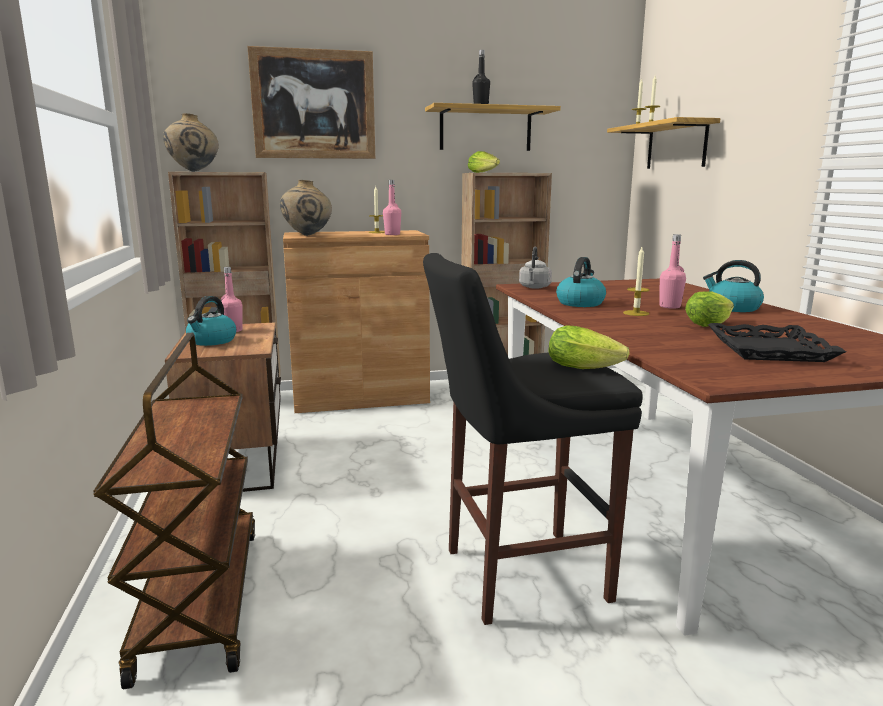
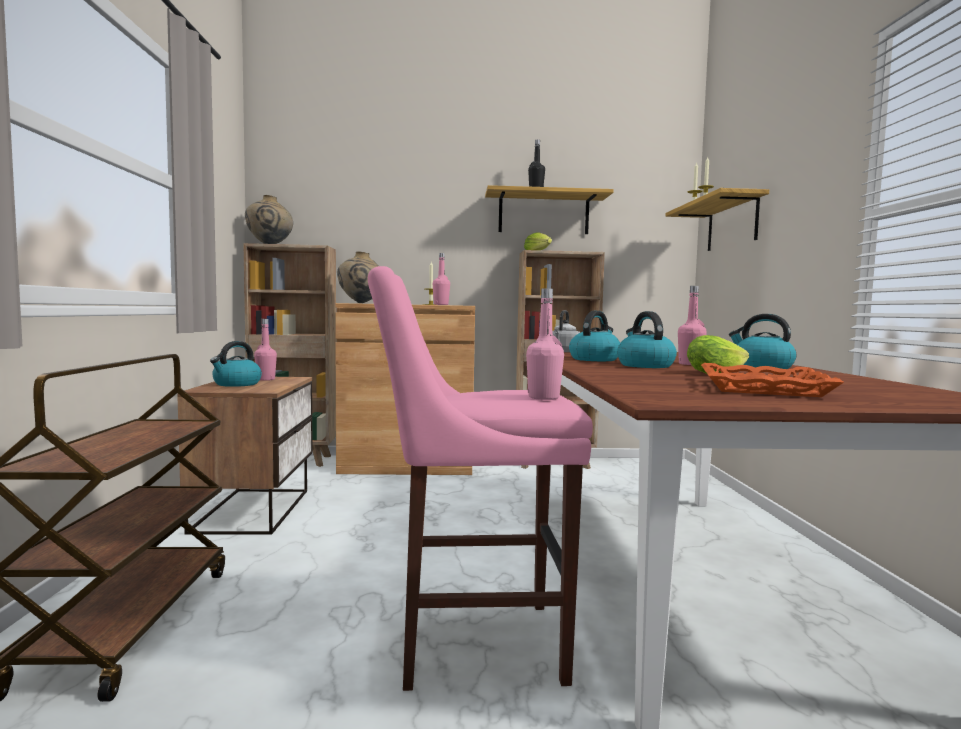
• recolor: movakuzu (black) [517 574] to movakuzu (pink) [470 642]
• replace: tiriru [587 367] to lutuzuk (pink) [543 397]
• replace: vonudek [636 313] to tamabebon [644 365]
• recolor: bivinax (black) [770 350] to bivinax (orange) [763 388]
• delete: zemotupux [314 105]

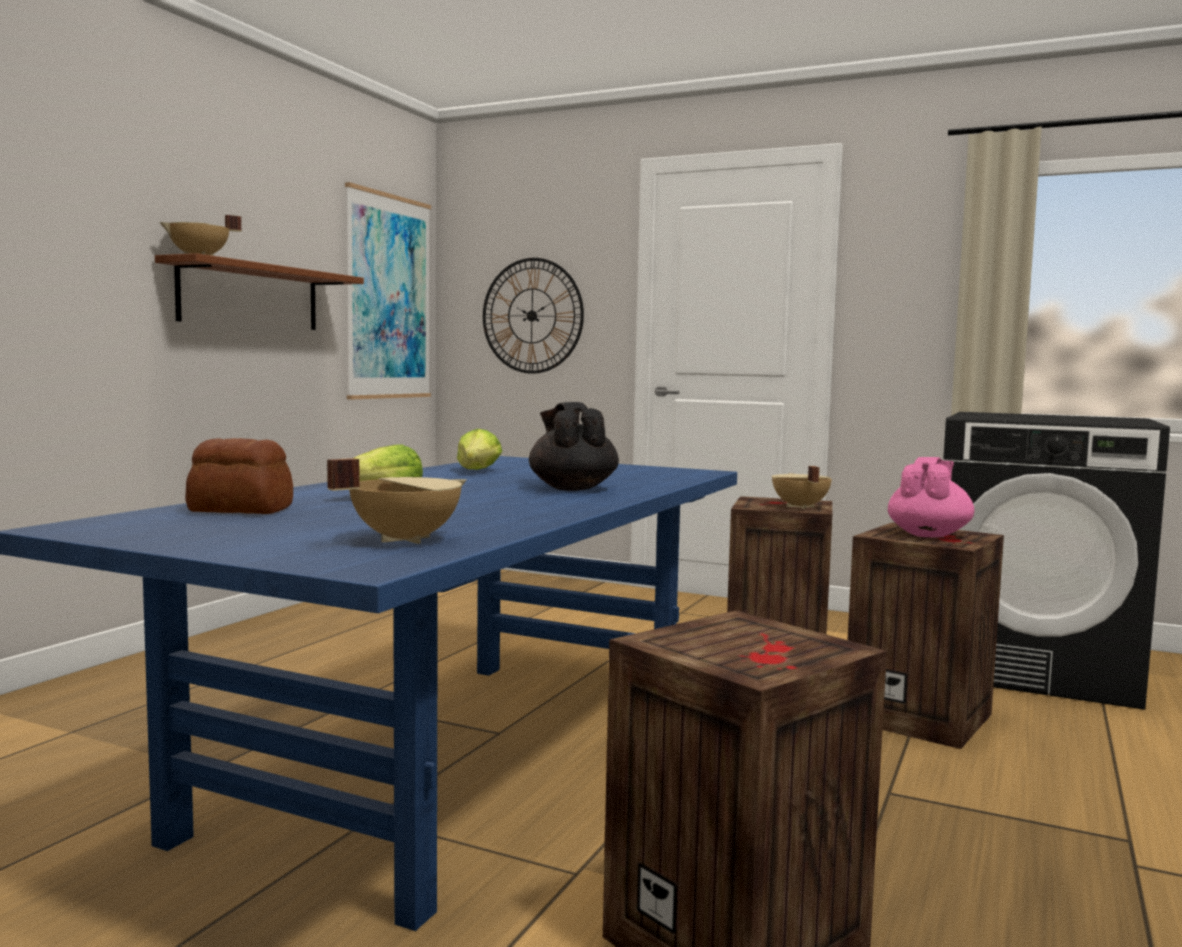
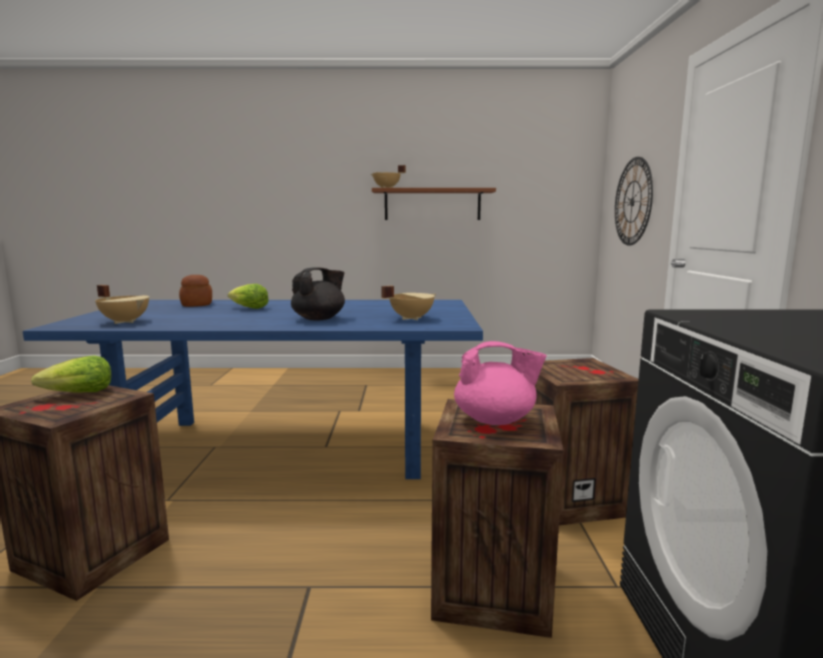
• move: tiriru [478 471] to [78 394]
• move: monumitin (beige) [799 507] to [411 318]
• delete: zemotupux [388 297]

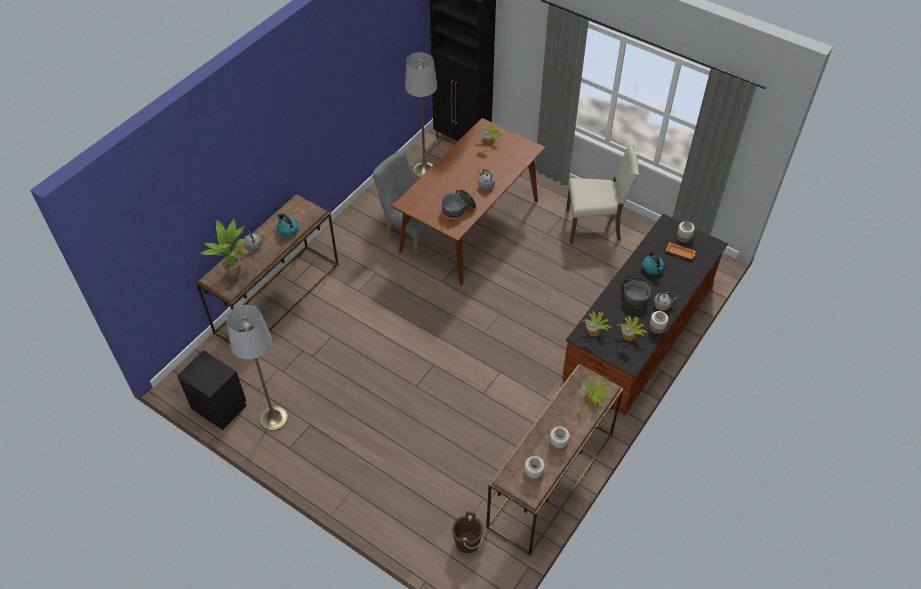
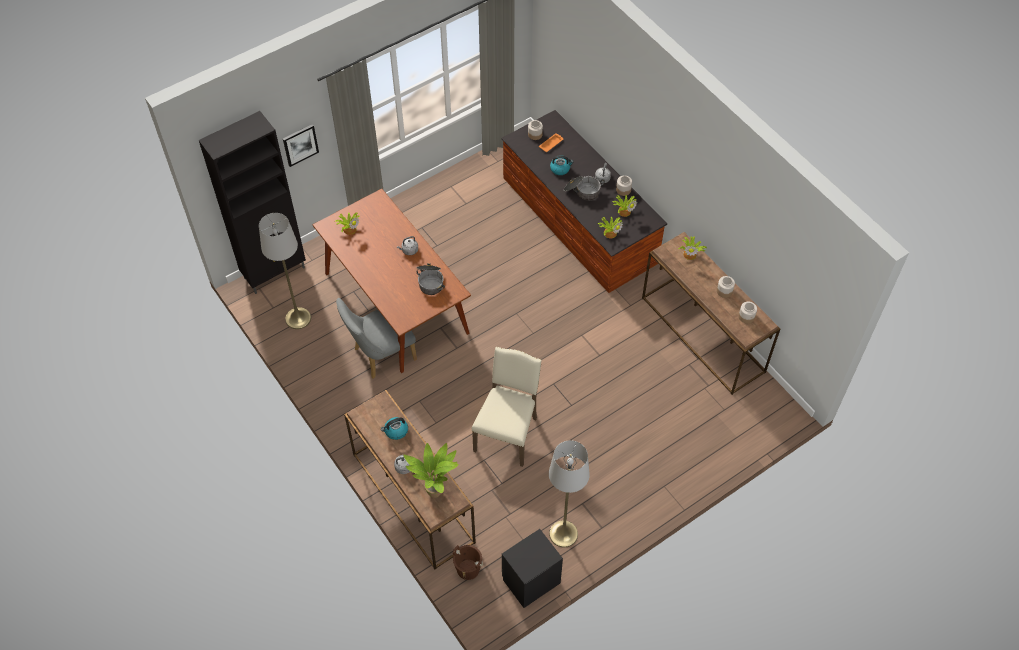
• insert: zemotupux [300 144]
• move: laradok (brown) [467 541] to [468 569]
• move: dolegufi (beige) [594 226] to [507 433]

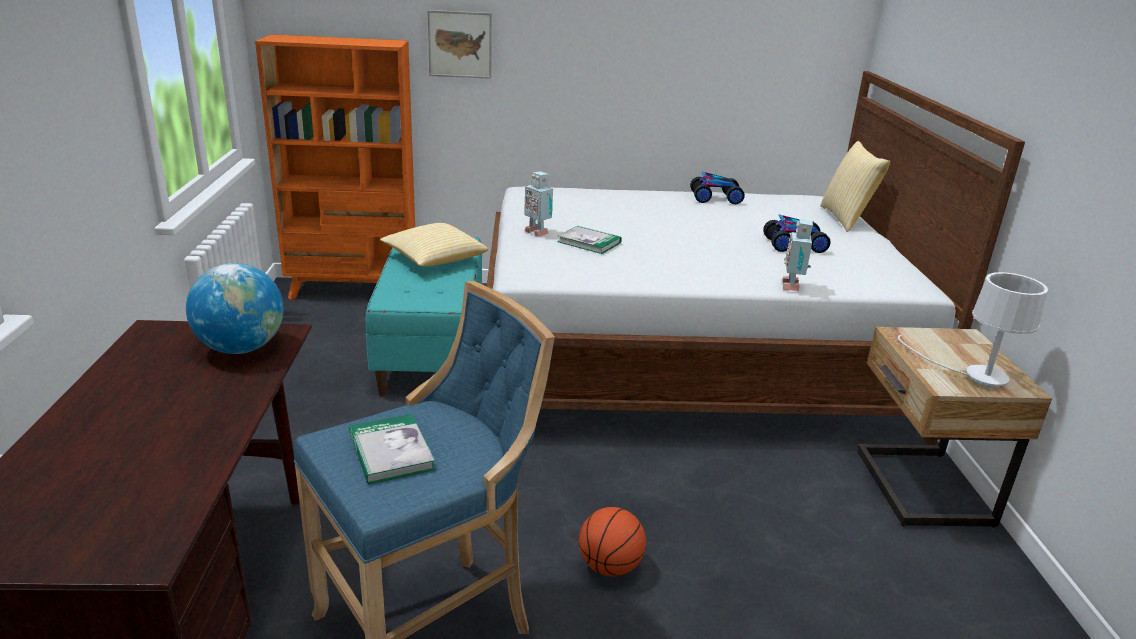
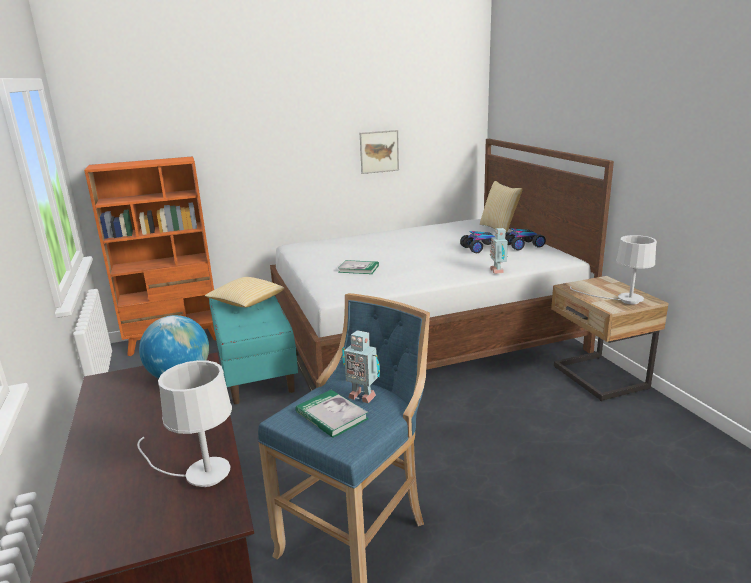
• insert: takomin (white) [197 474]
• move: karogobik [537 232] to [362 396]
• move: zemotupux [460 44] to [379 151]
• move: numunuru [715 198] to [523 245]
• delete: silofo [610 567]

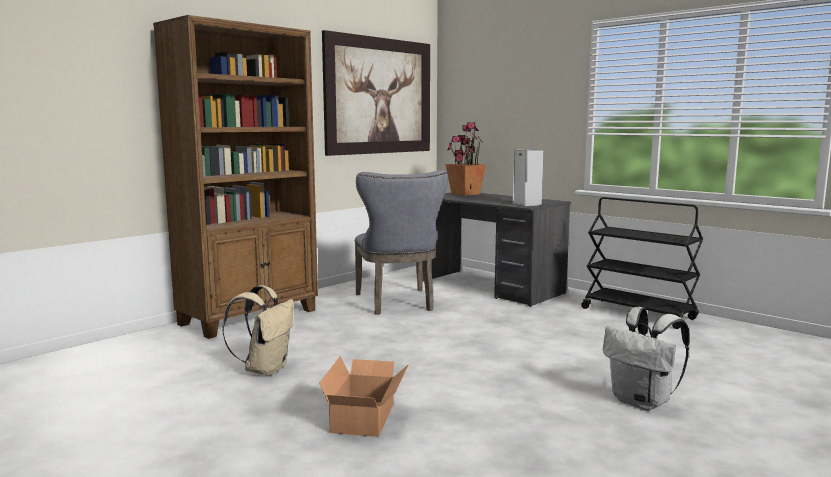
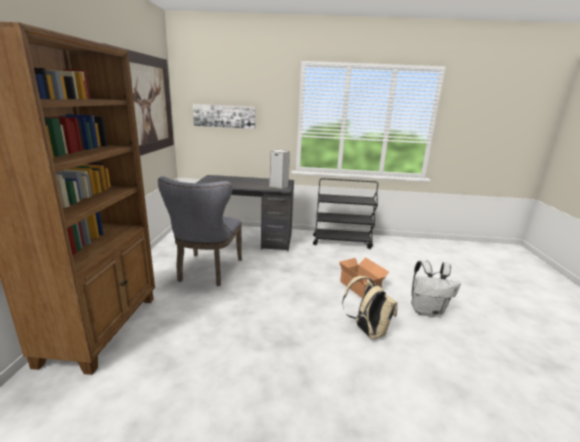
• rotate: dolegufi (grey) [397 303] = [207 272] 60 degrees clockwise
• insert: zemotupux [224 116]
• move: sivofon [366 417] to [360 286]
• move: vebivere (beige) [265 369] to [367 331]
• delete: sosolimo [465 194]

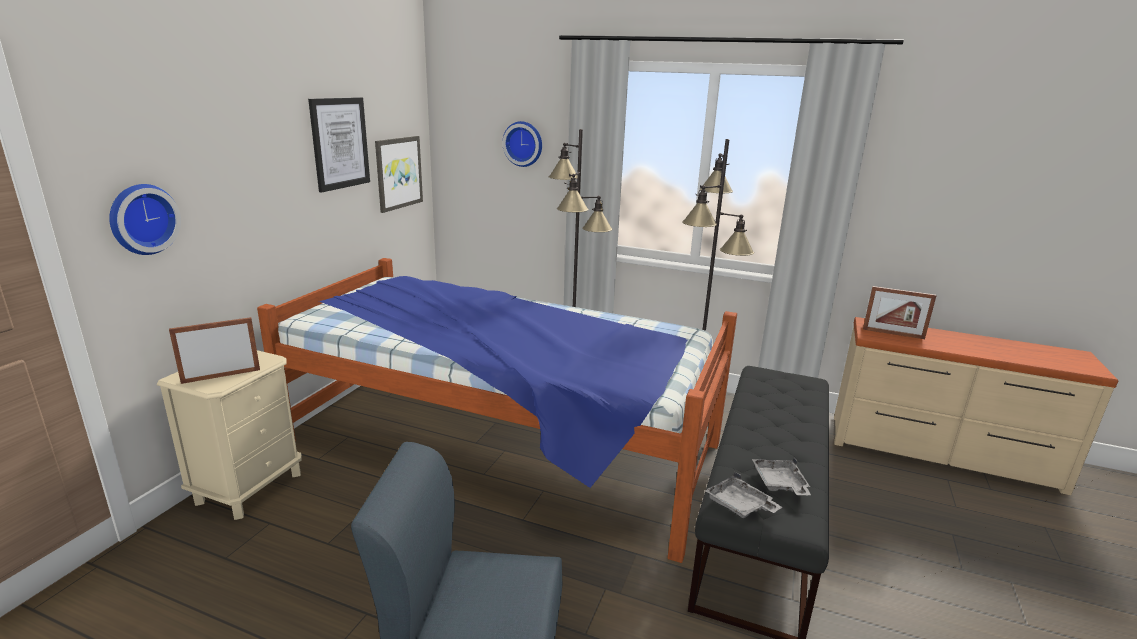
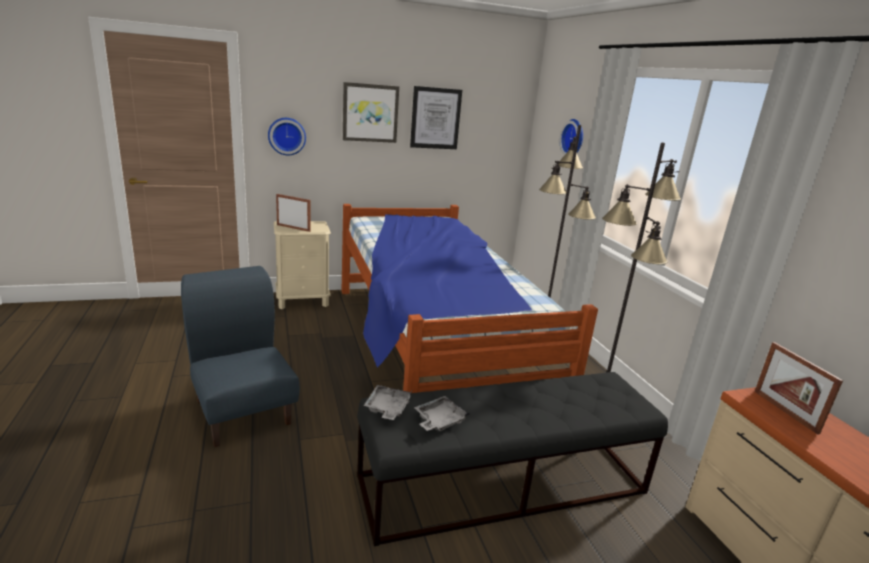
• move: zemotupux [398 173] to [370 113]

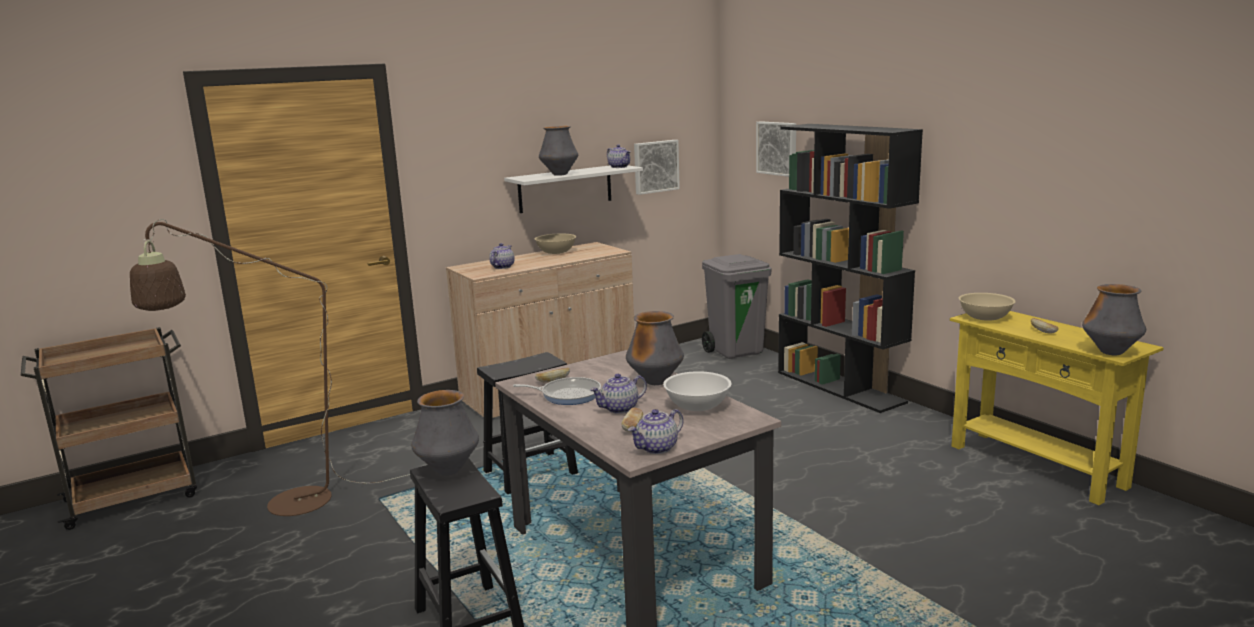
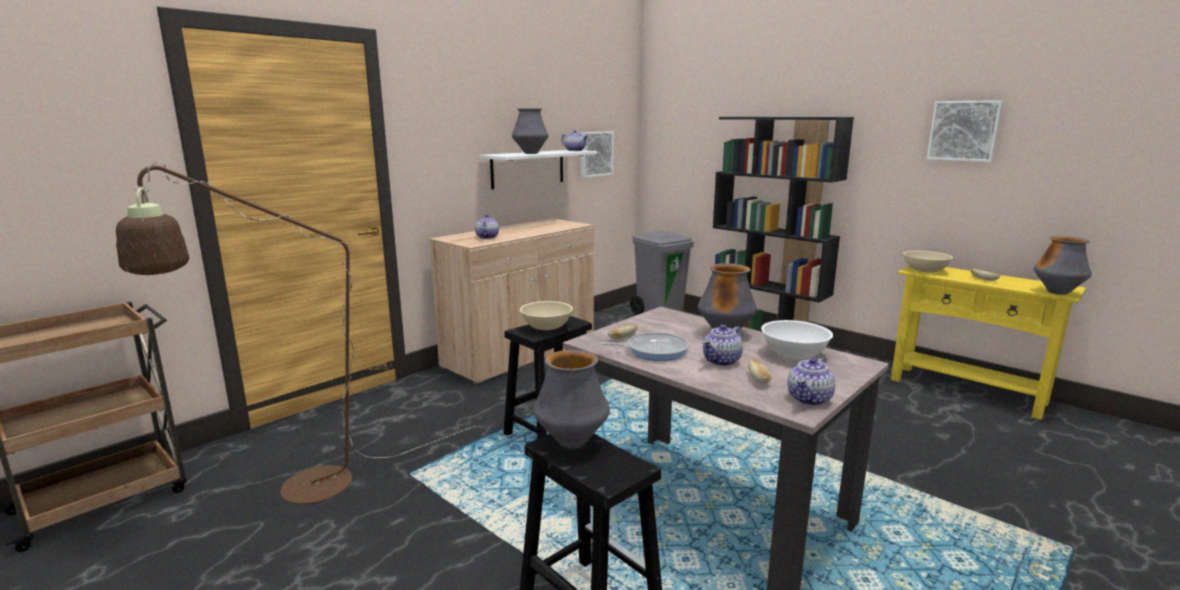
• move: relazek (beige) [556 252] to [546 327]
• move: zemotupux [778 148] to [964 131]

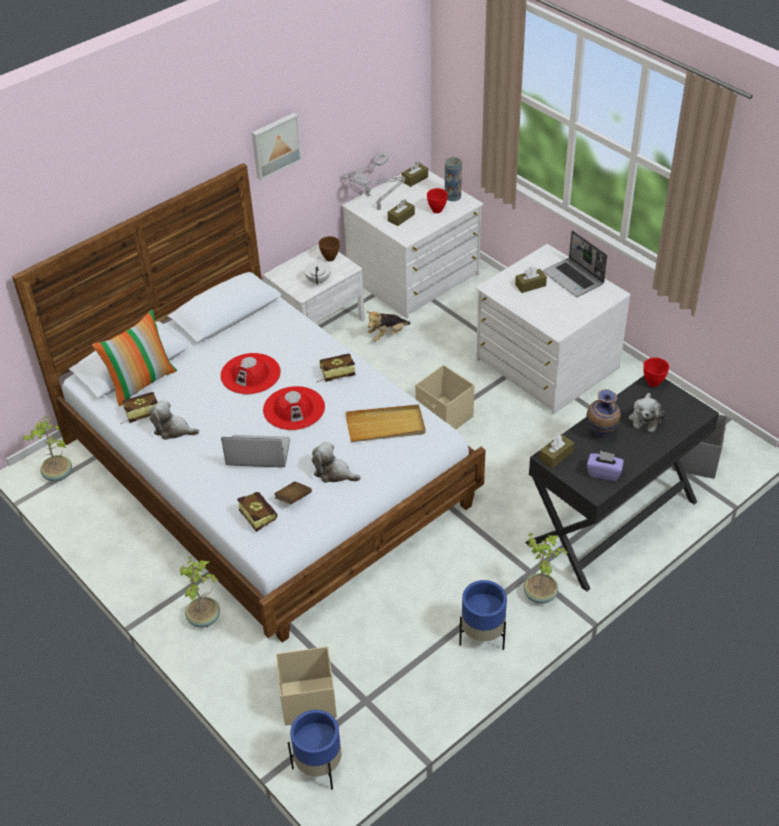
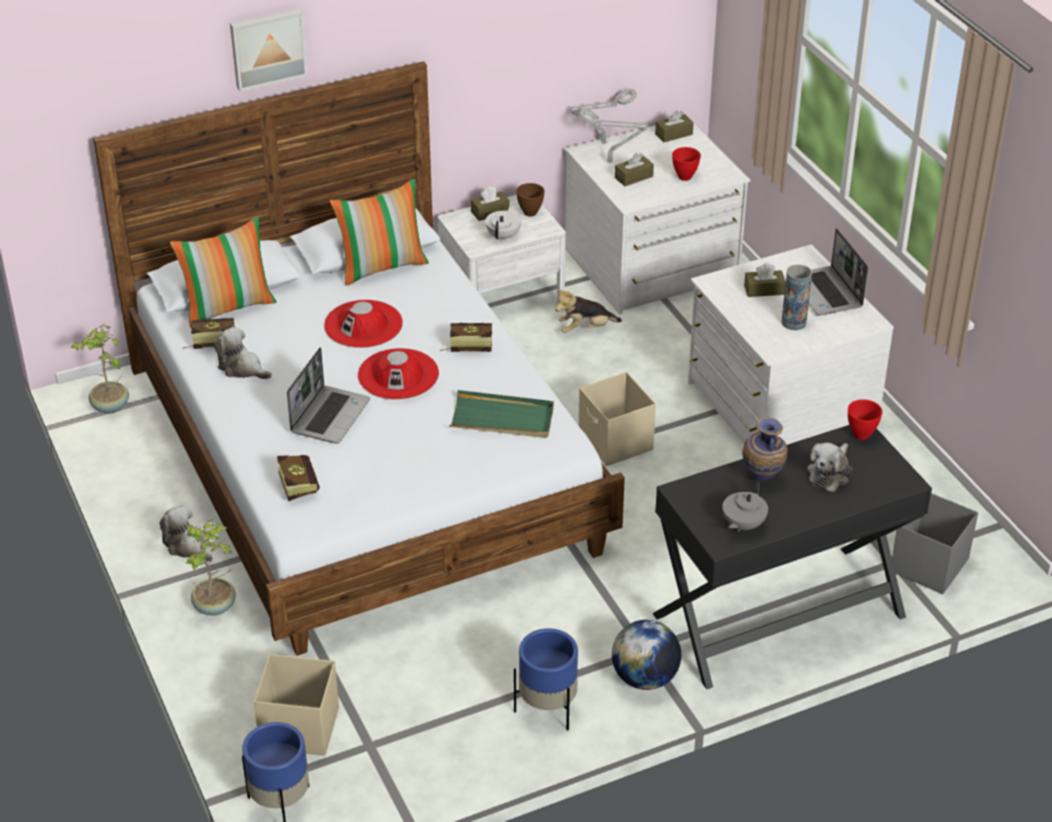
• move: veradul [334 473] to [187 546]
• move: zemotupux [275 145] to [267 47]
• rotate: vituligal [257 453] = [330 415] 90 degrees clockwise
• insert: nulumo [382 266]
• recolor: bivinax (beige) [385 426] to bivinax (green) [502 418]
• move: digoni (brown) [556 456] to [490 212]
• replace: sosolimo [540 594] to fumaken [645 678]
• replace: digoni (purple) [604 473] to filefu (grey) [742 525]
• move: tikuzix [452 196] to [793 322]
• delete: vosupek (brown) [293 499]

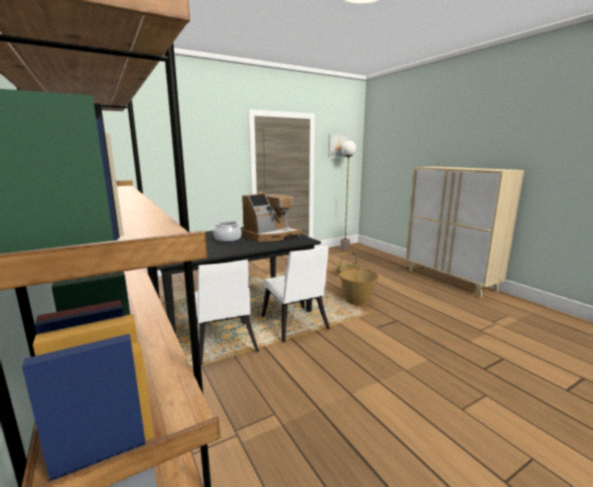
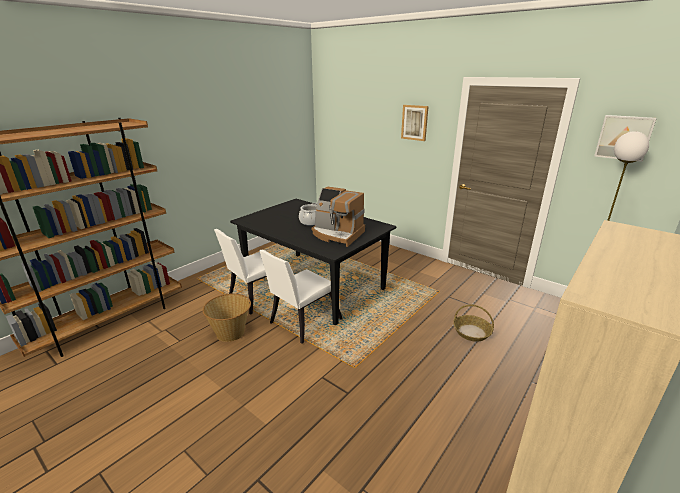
• move: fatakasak [357 300] to [231 332]
• insert: zemotupux [414 122]

